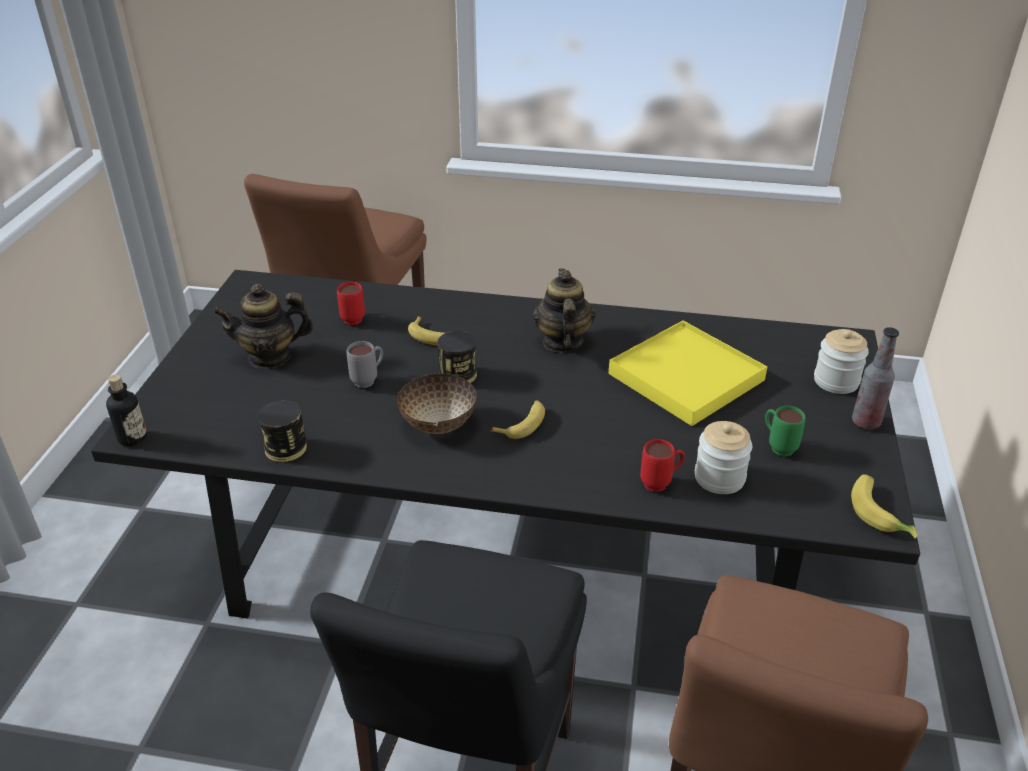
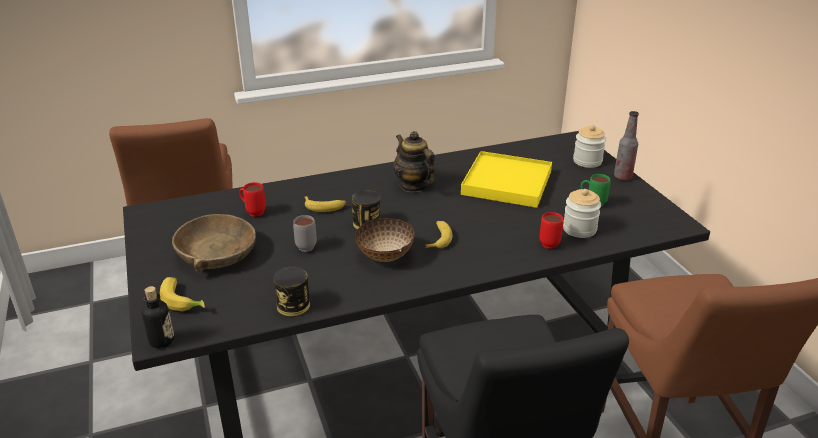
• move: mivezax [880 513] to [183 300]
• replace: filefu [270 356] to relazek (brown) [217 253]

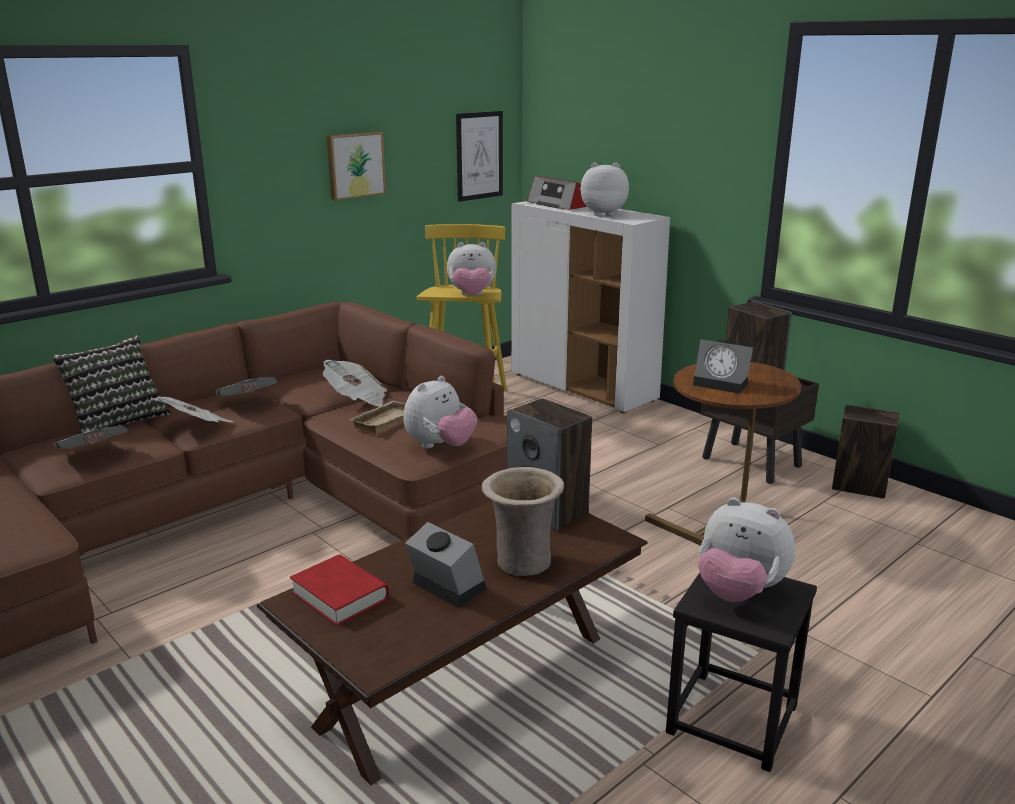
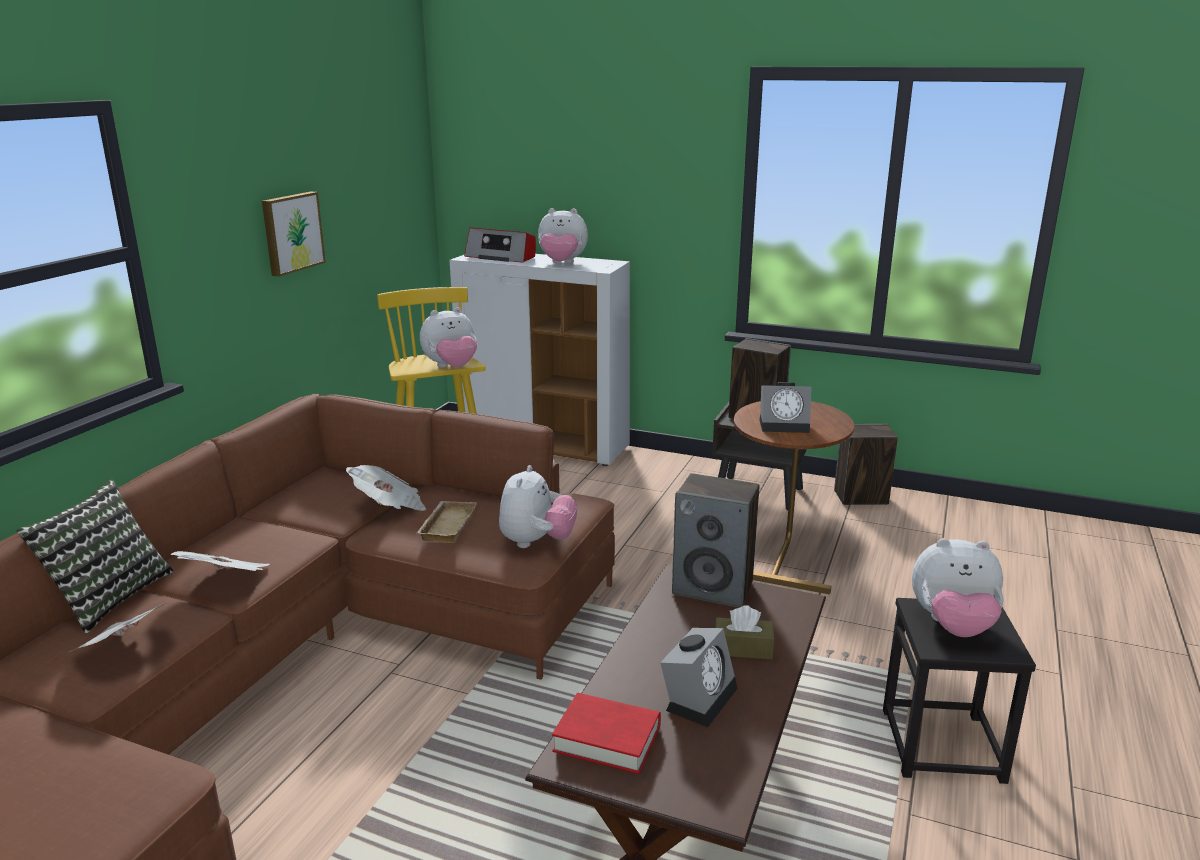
• rotate: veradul [603 214] = [562 263] 150 degrees counterclockwise
• rotate: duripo [444 586] = [699 696] 105 degrees clockwise
• replace: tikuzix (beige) [521 562] to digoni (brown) [743 648]
• delete: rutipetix [248 403]
• delete: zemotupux [479 156]

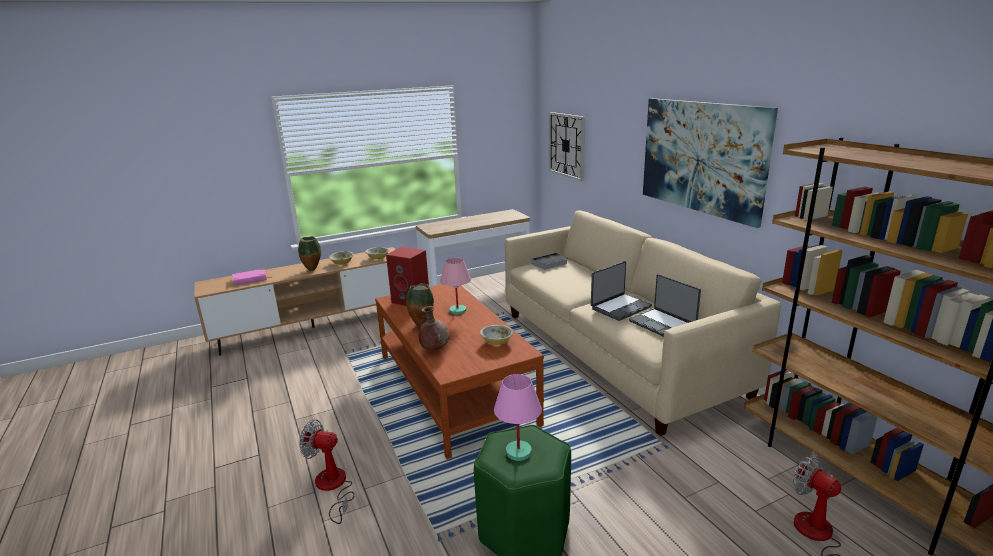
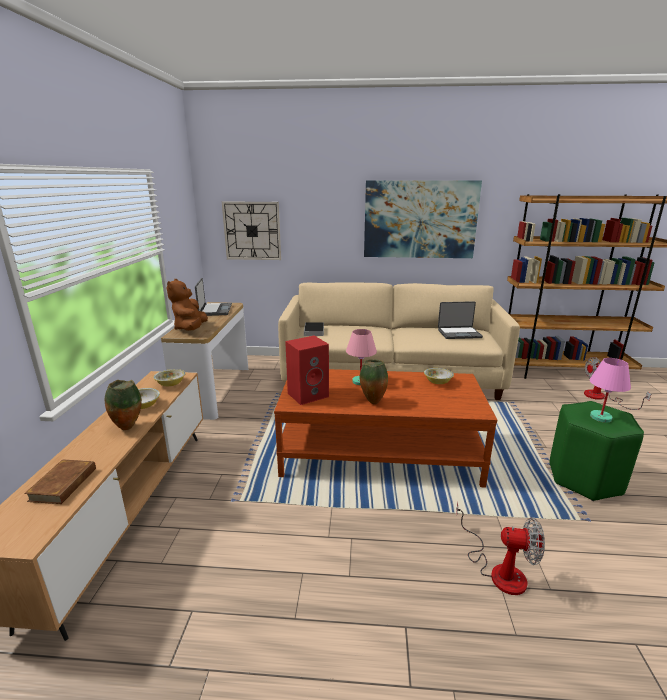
• recolor: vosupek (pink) [250 279] to vosupek (brown) [64 484]
• insert: veradul (brown) [191 329]
• move: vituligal [620 307] to [214 310]
• rotate: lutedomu [333 487] = [498 569] 120 degrees counterclockwise
• delete: tikuzix (brown) [435 349]

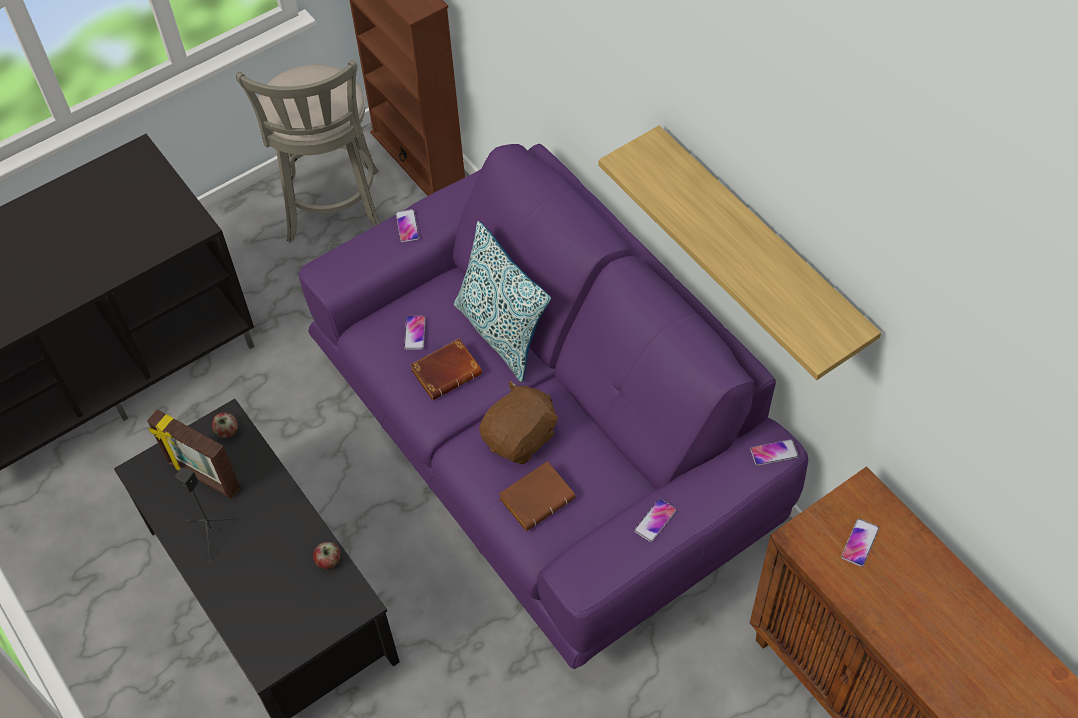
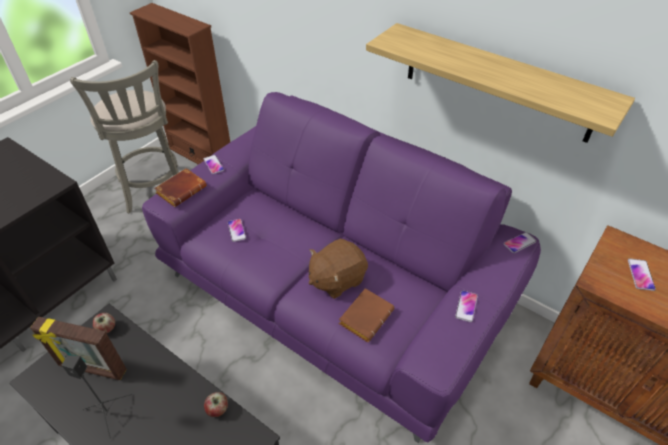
• move: vosupek (brown) [447 371] to [181 189]
• rotate: veradul (brown) [521 438] = [336 279] 150 degrees counterclockwise
• delete: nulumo [501 334]

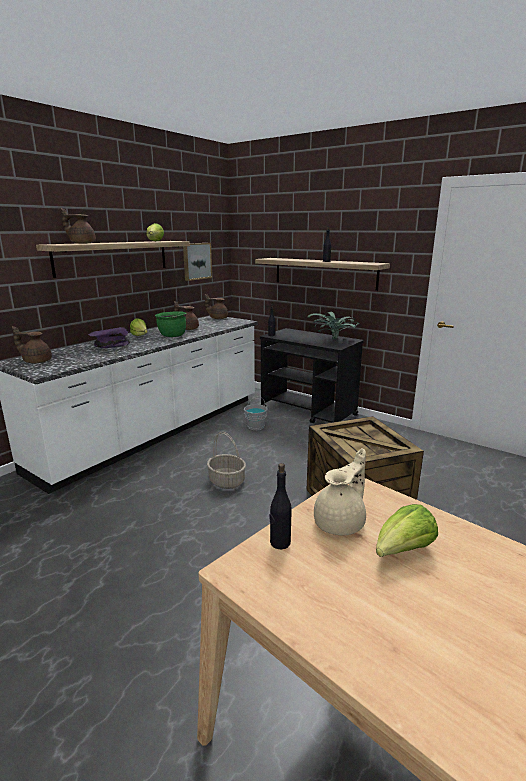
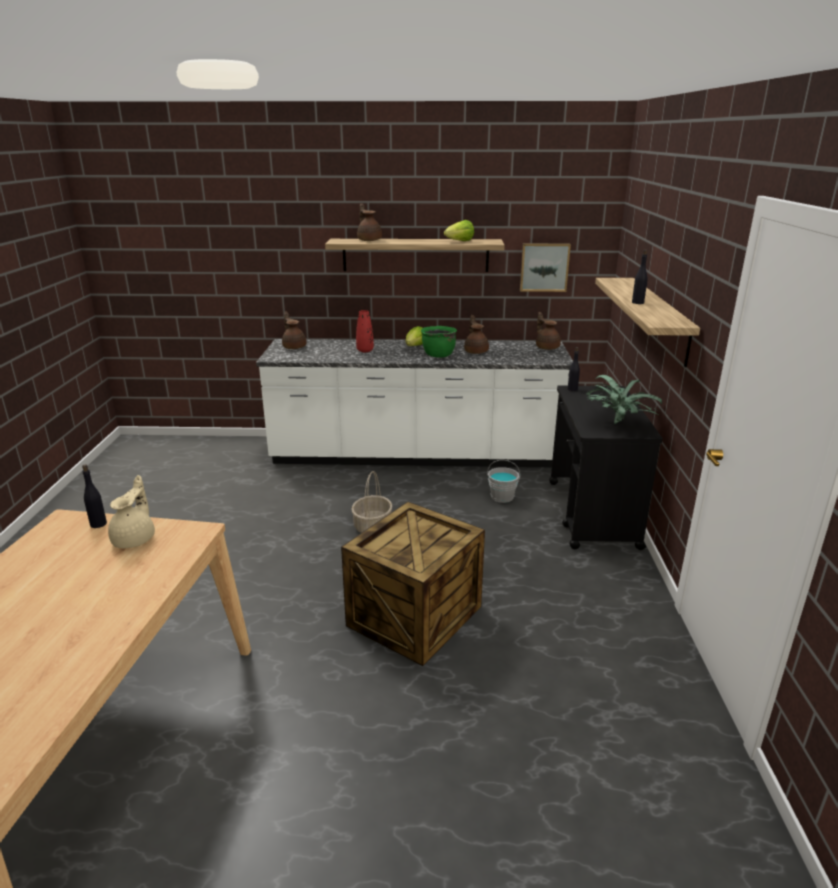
• rotate: filefu (beige) [341 523] = [135 539] 90 degrees counterclockwise
• replace: relazek (purple) [110 347] to tikuzix (red) [365 350]
• delete: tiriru [403 551]

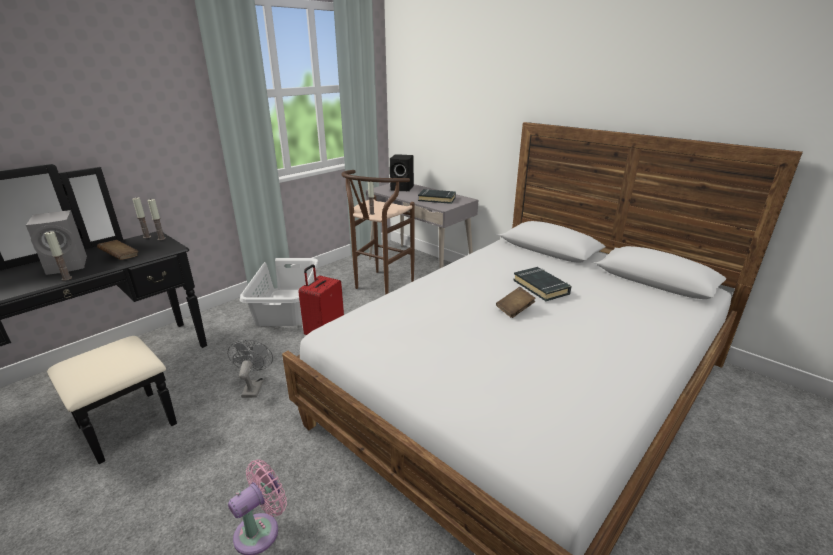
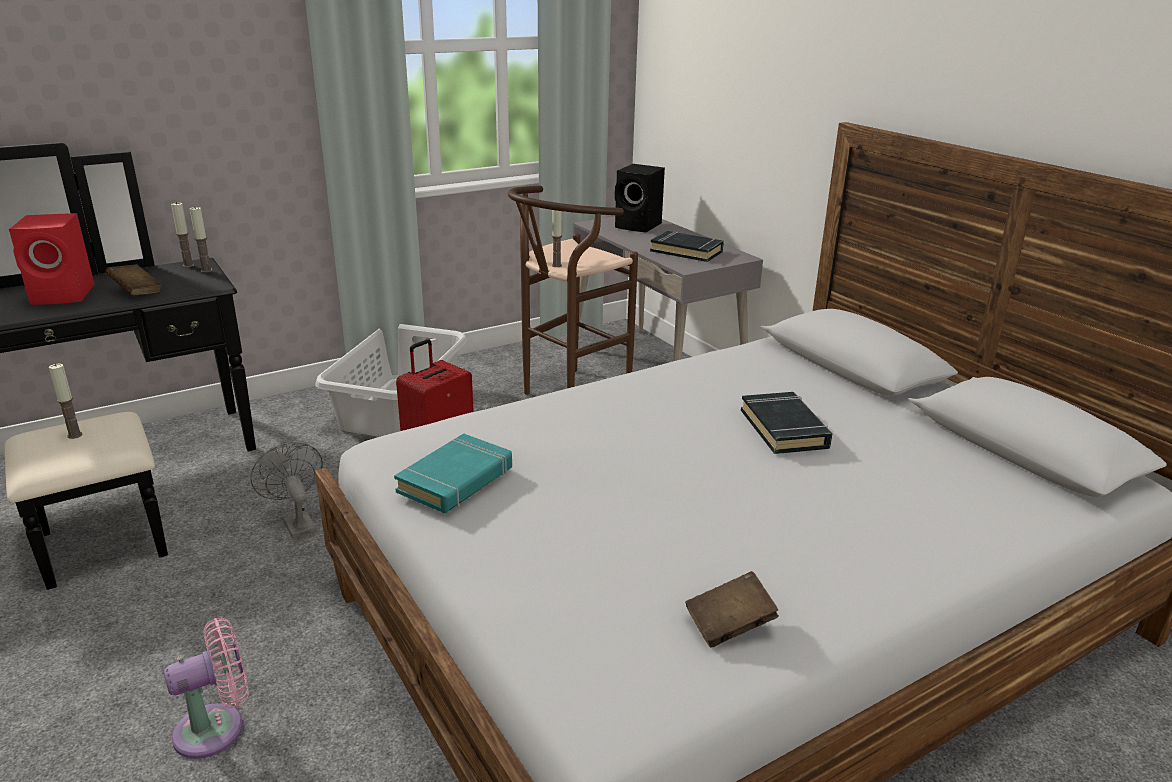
• recolor: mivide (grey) [69 265] to mivide (red) [65 295]
• move: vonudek [66 278] to [75 435]
• rotate: lutedomu (grey) [253 386] = [296 522] 45 degrees counterclockwise
• insert: vosupek (turquoise) [456 480]
• move: vosupek (brown) [514 309] to [729 625]

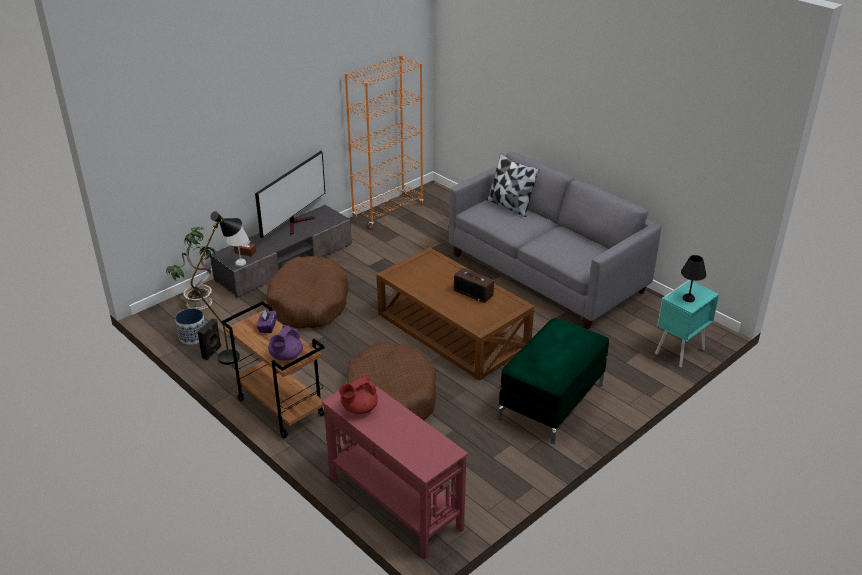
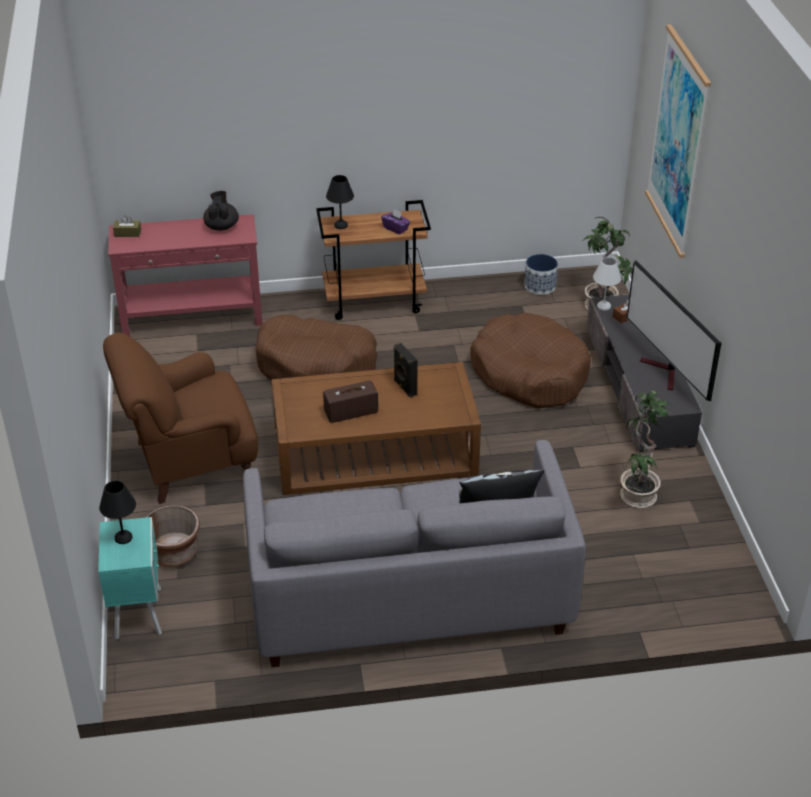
• replace: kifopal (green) [551 402] to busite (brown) [190 462]
• insert: digoni (brown) [127 233]
• insert: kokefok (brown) [174 553]
• recolor: filefu (red) [359 408] to filefu (black) [221 226]
• replace: filefu (purple) [286 356] to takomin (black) [341 225]
• move: mivide (black) [212 352] to [404 388]
• insert: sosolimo [636 495]
• insert: zemotupux [677 142]
• delete: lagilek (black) [236 354]
• delete: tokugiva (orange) [388 211]

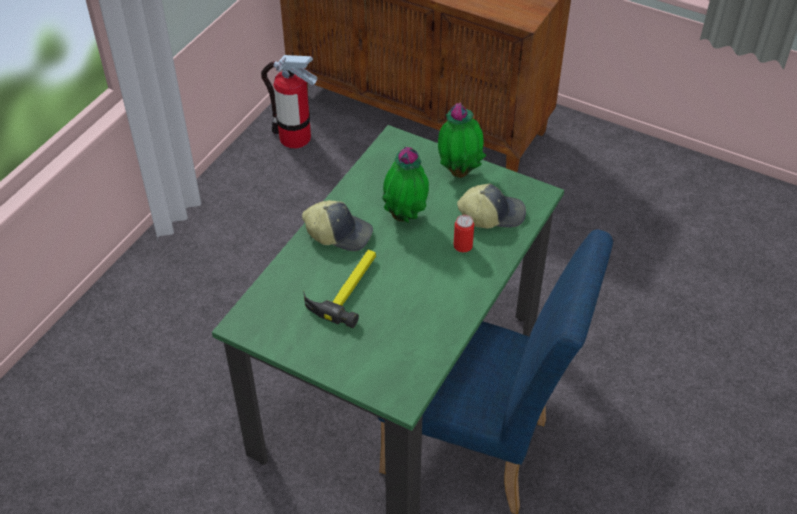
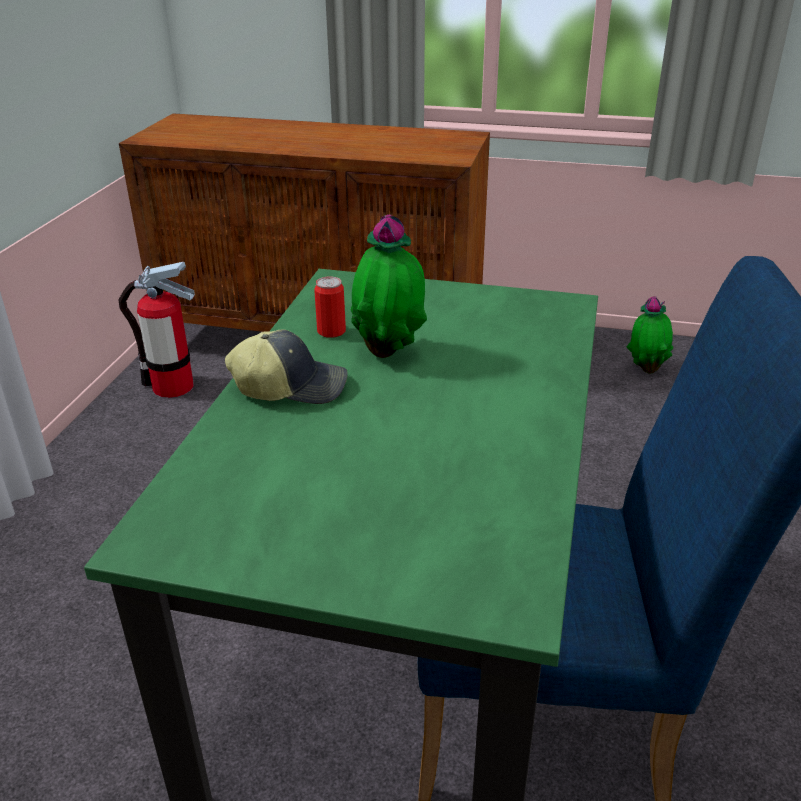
• move: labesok [463 246] to [331 331]
• move: sosolimo [459 171] to [646 369]
• delete: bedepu [346 287]
• delete: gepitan [491 214]

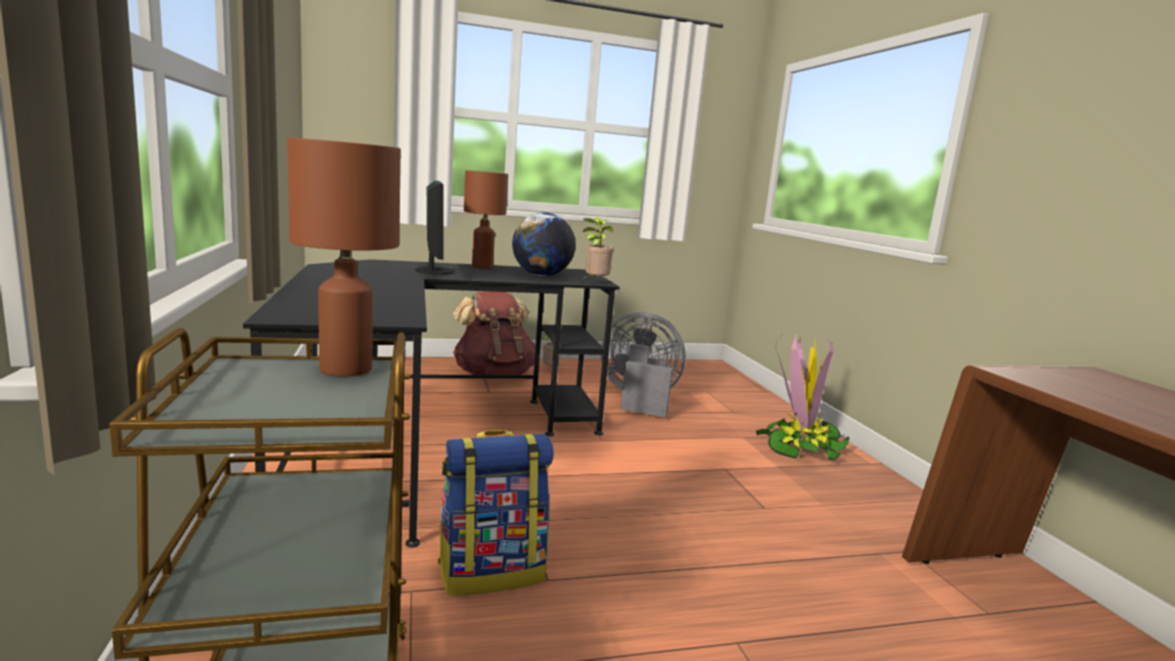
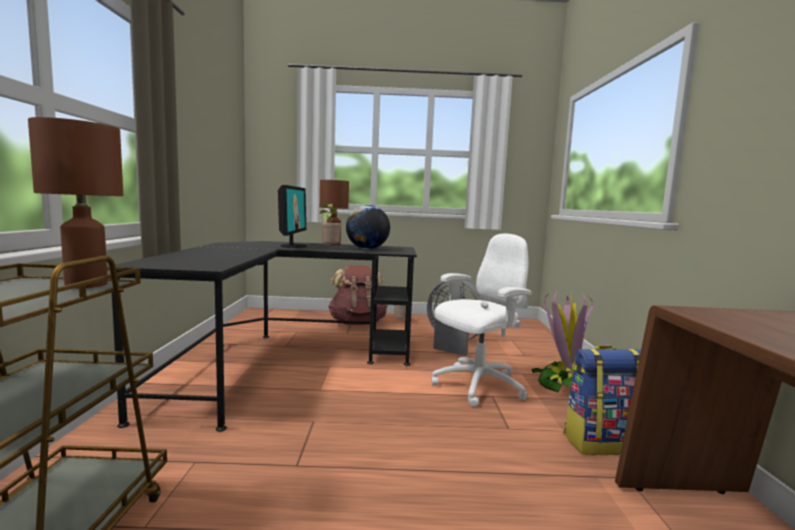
• move: sosolimo [595 283] to [329 249]
• insert: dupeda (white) [477 386]
• move: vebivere [492 572] to [601 442]

